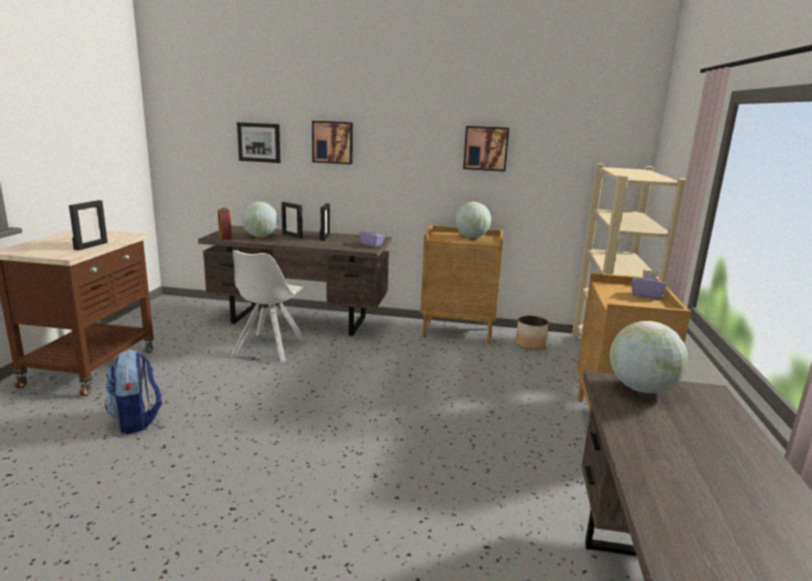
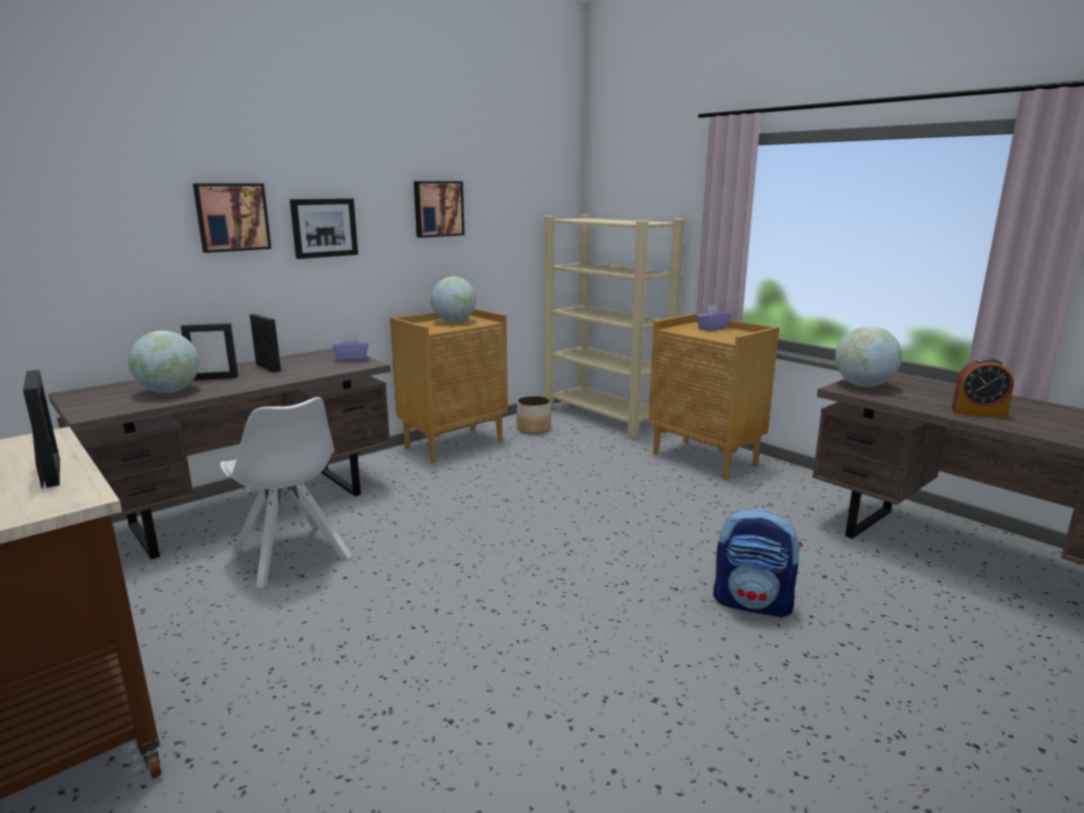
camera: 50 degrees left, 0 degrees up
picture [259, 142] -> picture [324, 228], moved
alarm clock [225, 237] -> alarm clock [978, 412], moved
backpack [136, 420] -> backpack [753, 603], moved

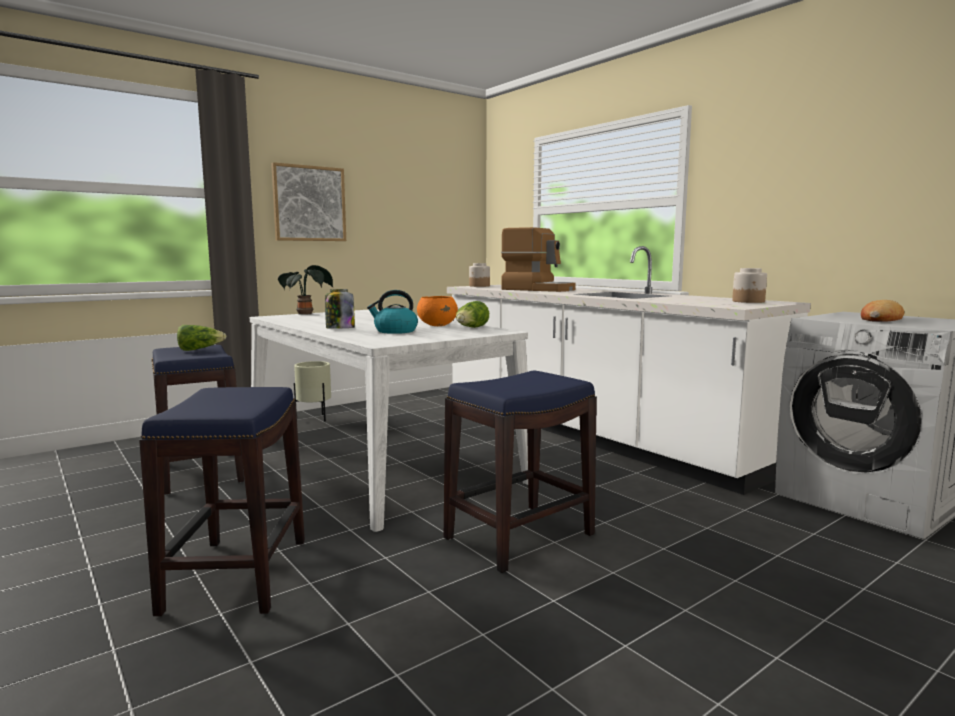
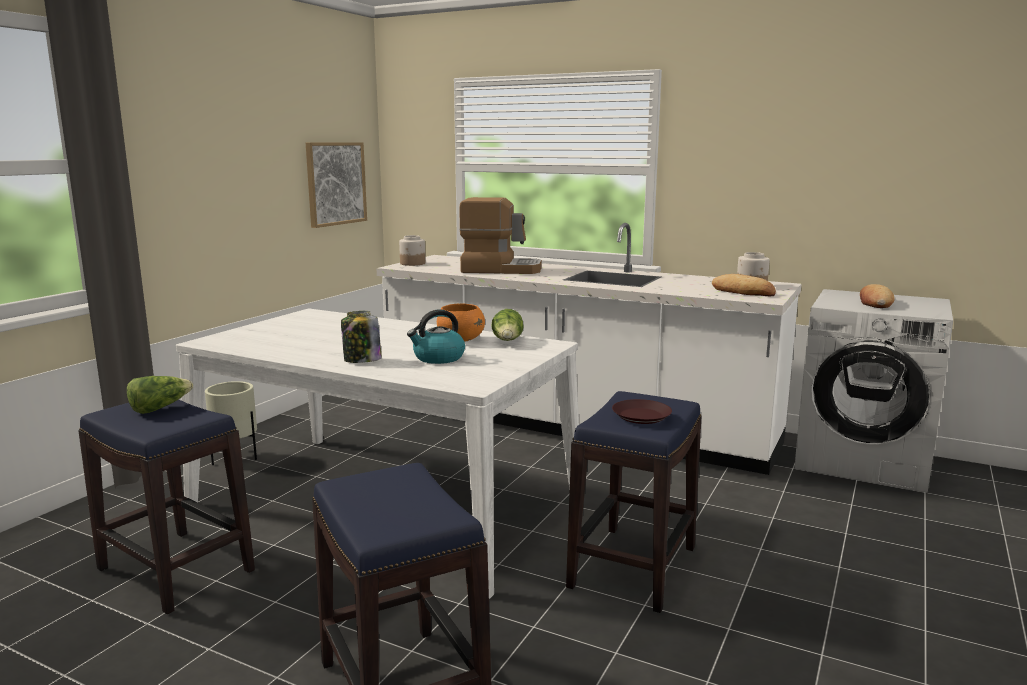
camera: 25 degrees left, 5 degrees up
picture [309, 203] -> picture [335, 183], moved
potted plant [307, 314] -> none
none -> bread [743, 292]
none -> plate (brown) [641, 416]

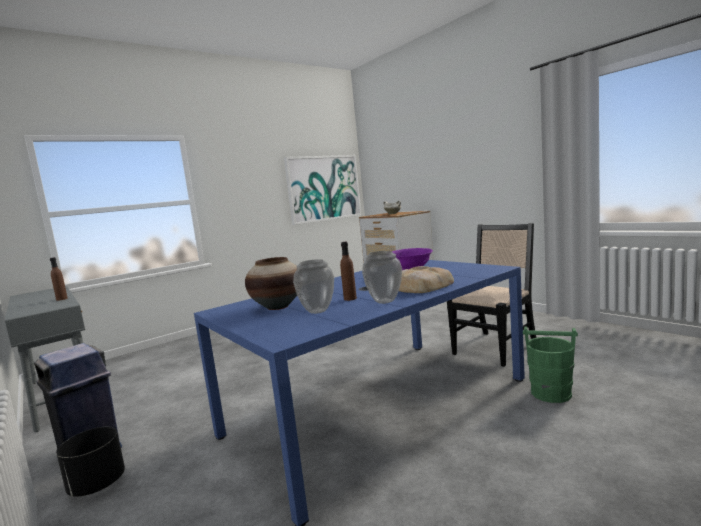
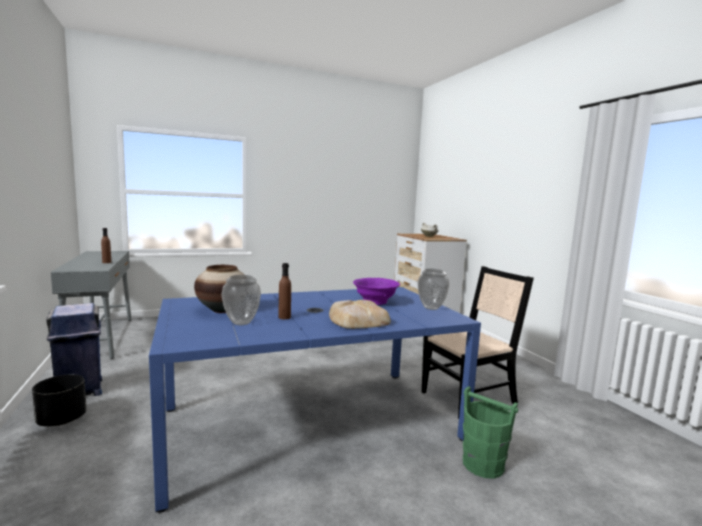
camera: 15 degrees right, 0 degrees up
picture [324, 188] -> none
vase [385, 301] -> vase [431, 308], moved

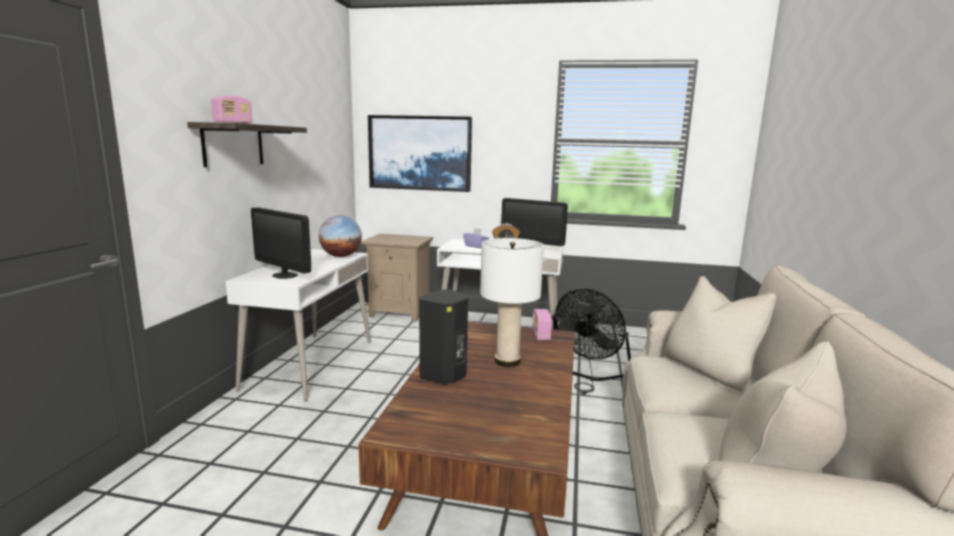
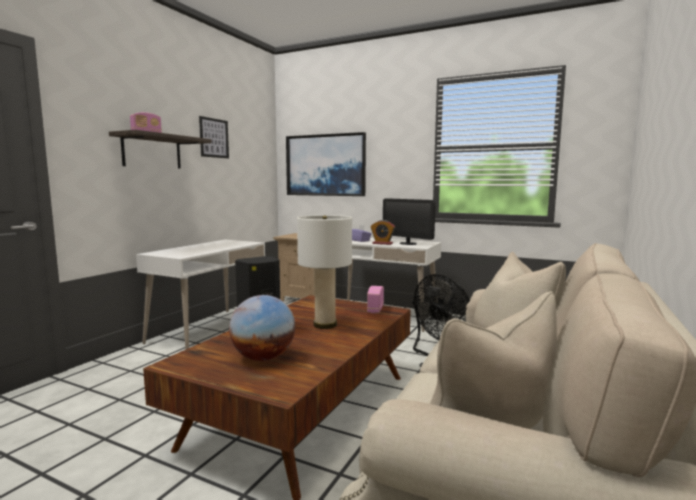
camera: 15 degrees right, 5 degrees down
monitor [285, 275] -> none
globe [341, 256] -> globe [263, 358], moved
none -> picture [214, 138]

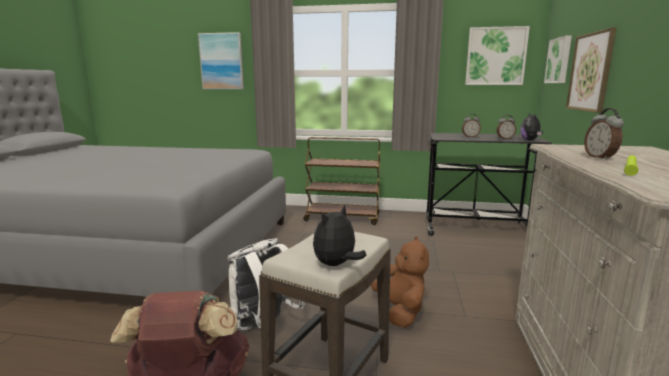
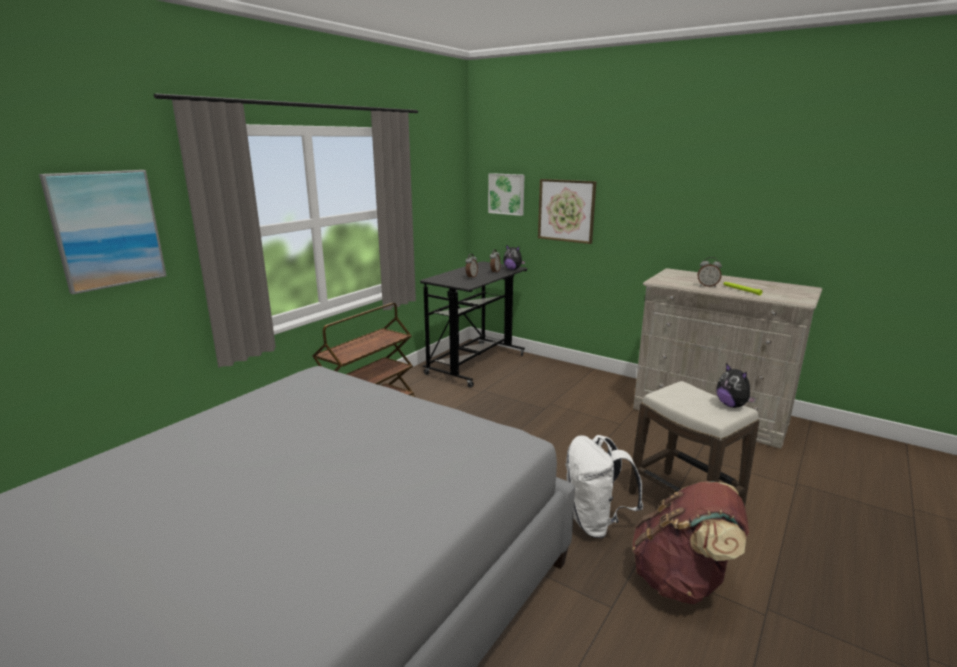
camera: 65 degrees left, 5 degrees up
picture [495, 56] -> none
plush toy (brown) [399, 311] -> none

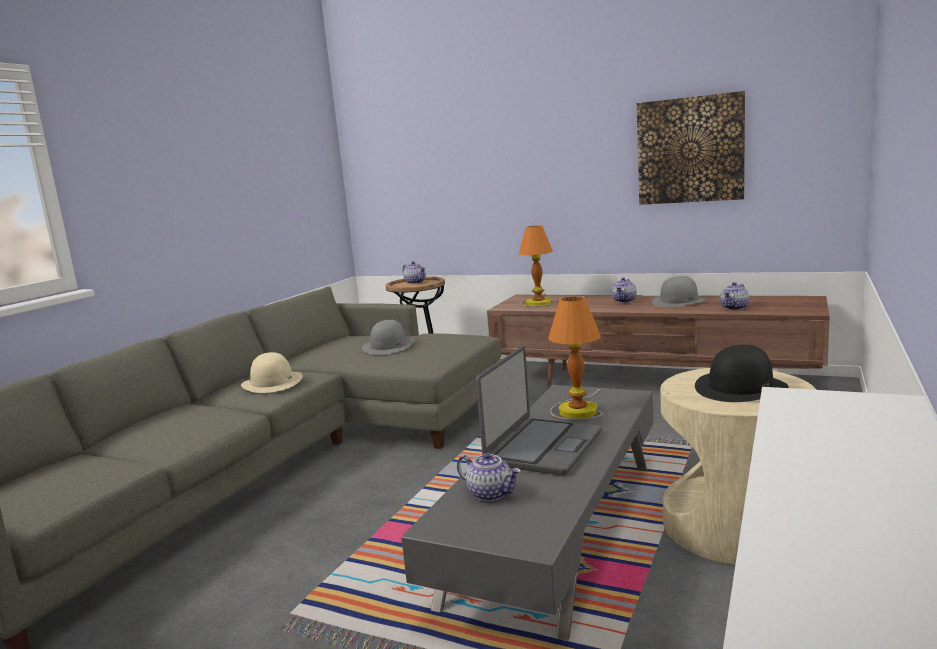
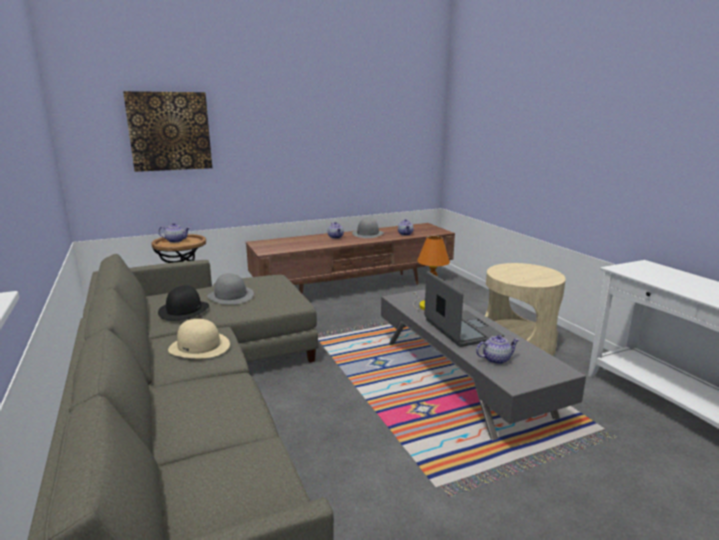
camera: 50 degrees left, 5 degrees up
picture [690, 150] -> picture [169, 131], moved
table lamp [537, 303] -> none
hat (black) [740, 387] -> hat (black) [184, 310], moved

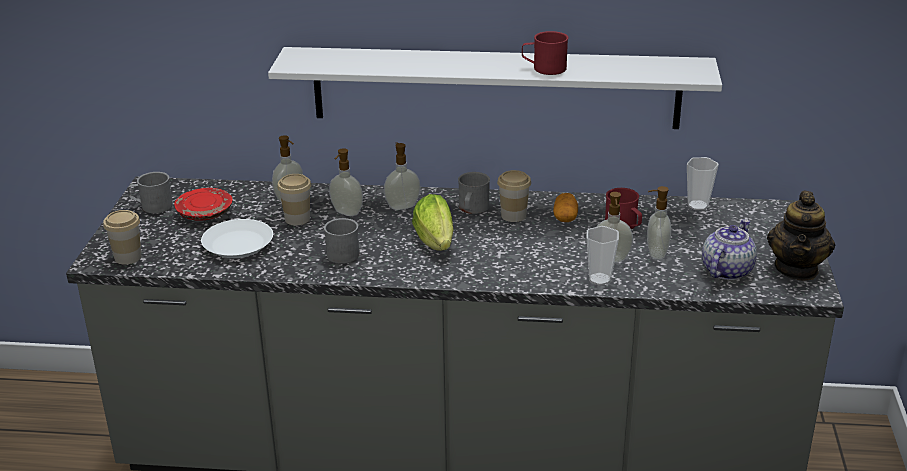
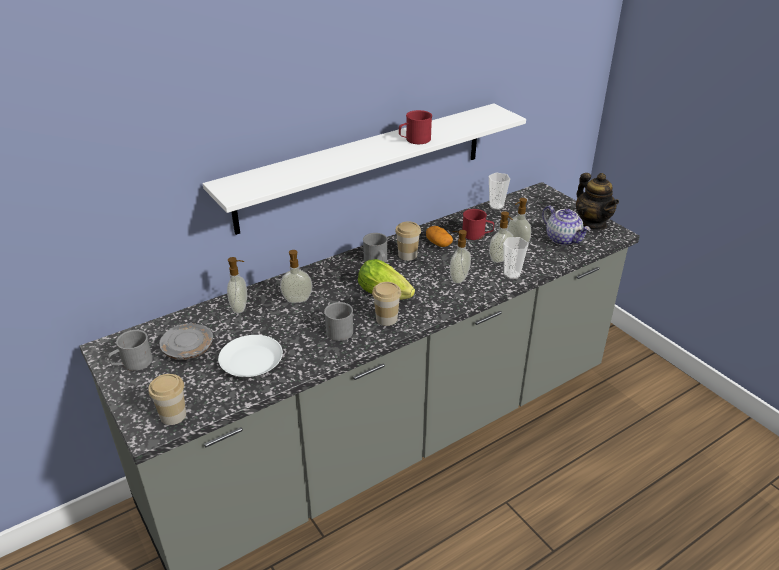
camera: 40 degrees left, 5 degrees up
soap dispenser [402, 206] -> soap dispenser [458, 278], moved
cup [297, 219] -> cup [386, 319], moved
plate (red) [205, 213] -> plate (grey) [188, 349]
teapot [726, 270] -> teapot [563, 239], 150 degrees clockwise

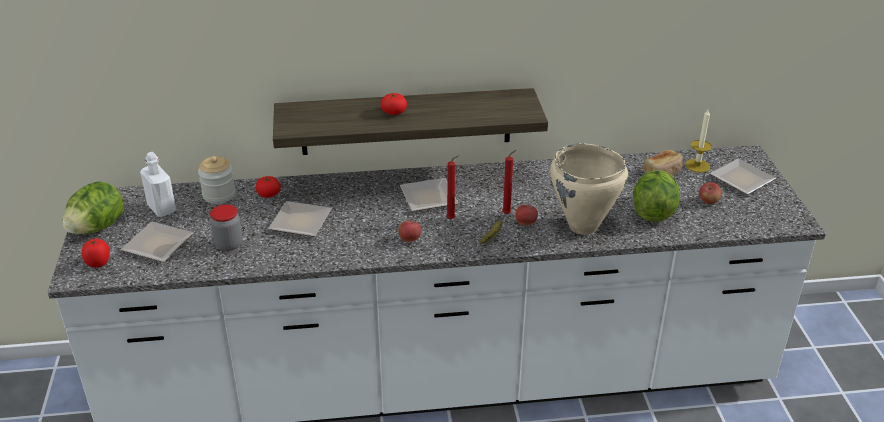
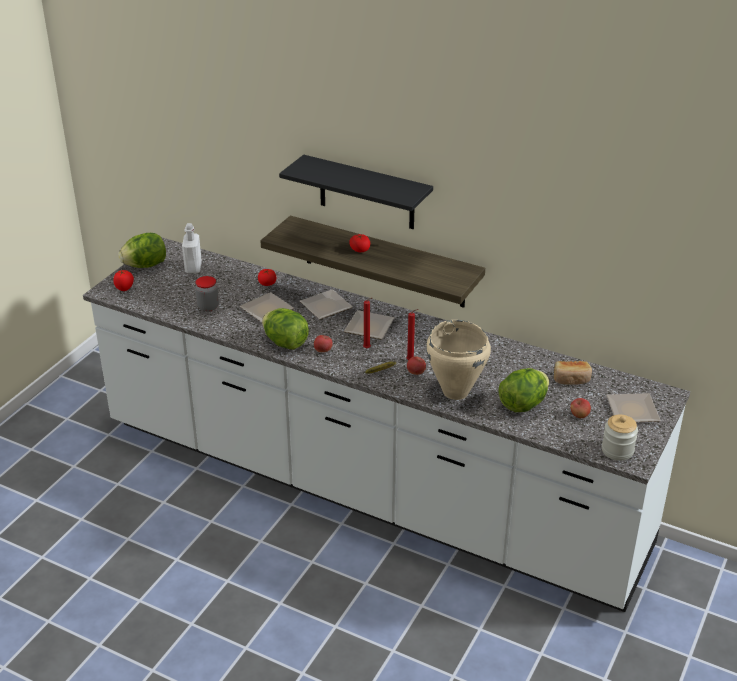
camera: 35 degrees right, 0 degrees up
candle [697, 165] -> none
jar [219, 195] -> jar [617, 450], moved
plate [160, 244] -> plate [328, 307], moved
none -> shelf (black) [366, 193]
none -> lettuce [285, 343]

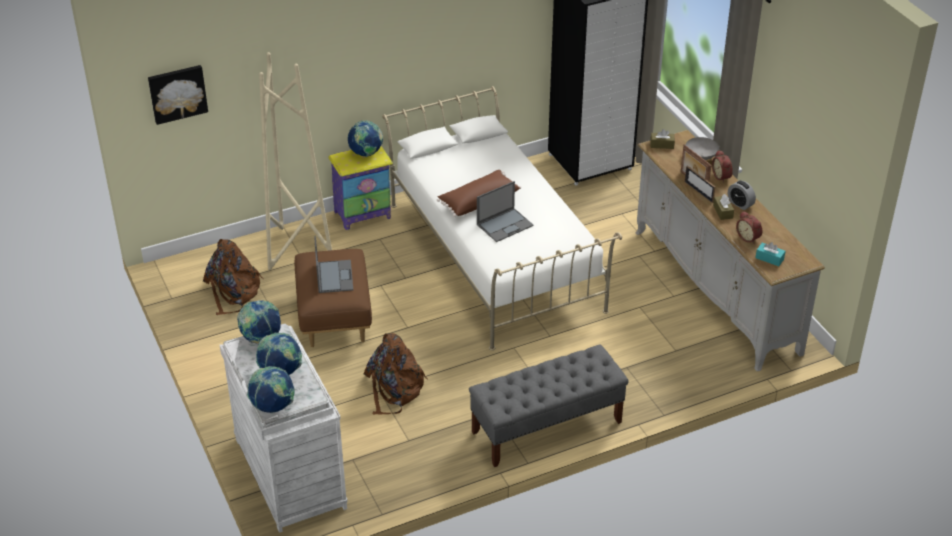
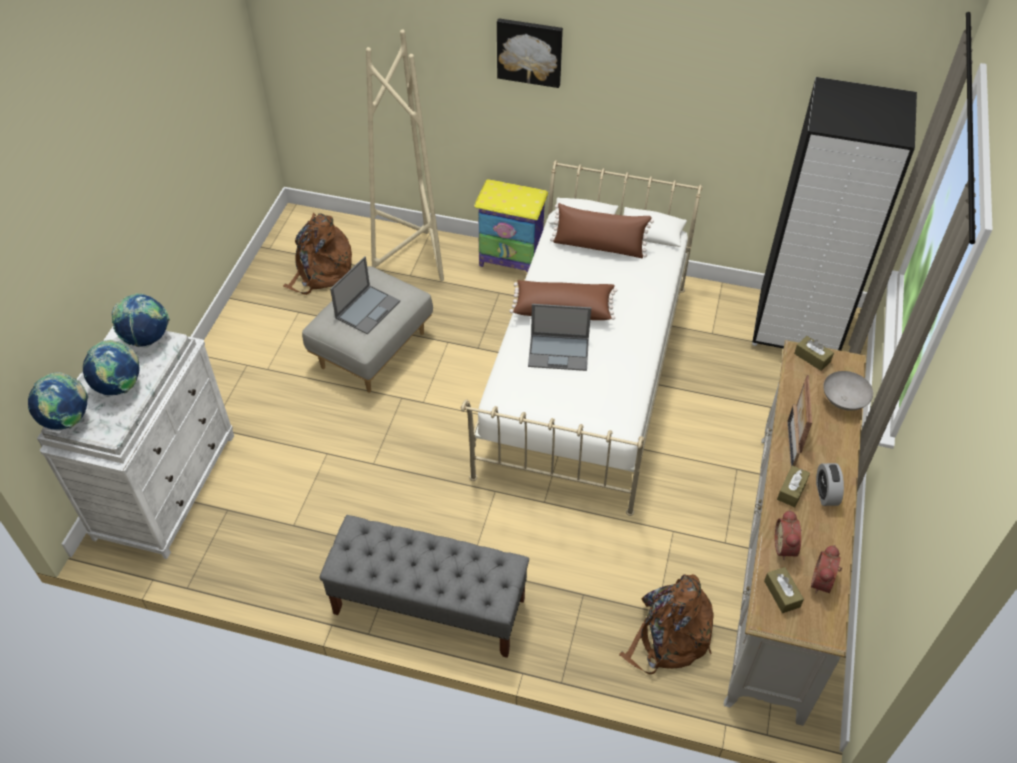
camera: 40 degrees right, 10 degrees up
picture [177, 93] -> picture [530, 51], moved
globe [366, 154] -> none
alarm clock [722, 176] -> alarm clock [823, 582], moved
tissue box (turquoise) [769, 258] -> tissue box (brown) [782, 594]
ottoman (brown) [334, 317] -> ottoman (grey) [372, 349]
backpack (brown) [394, 389] -> backpack (brown) [668, 637], moved
none -> pillow (brown) [599, 247]

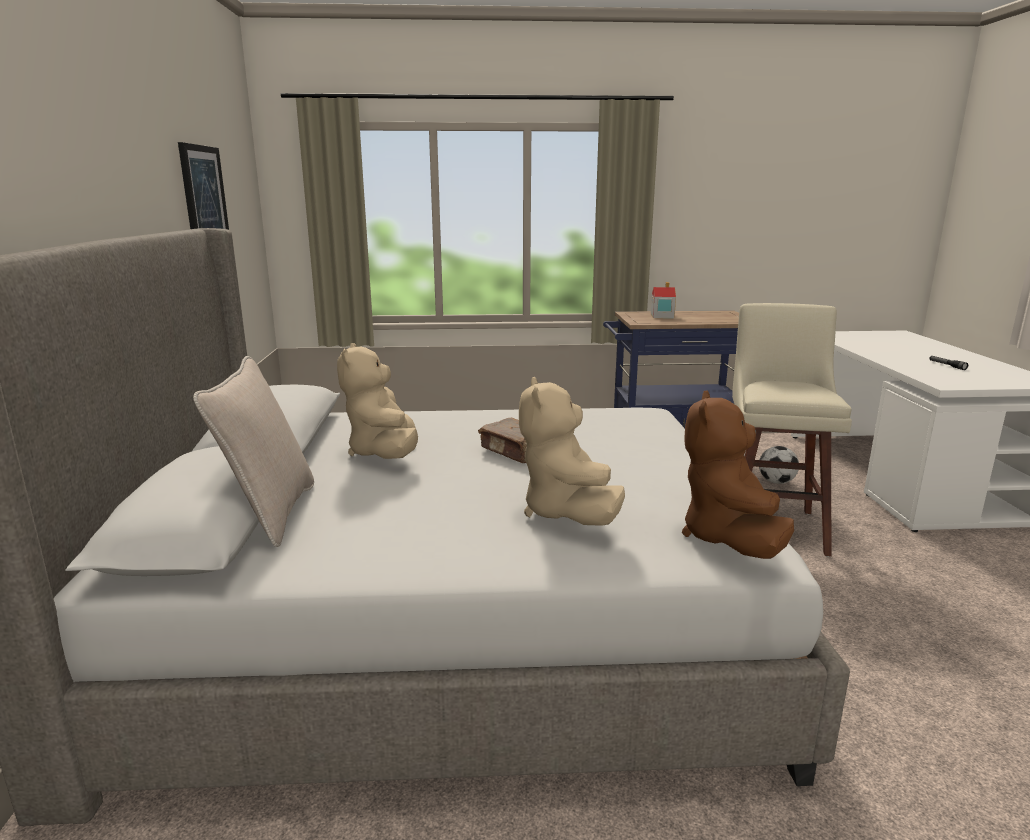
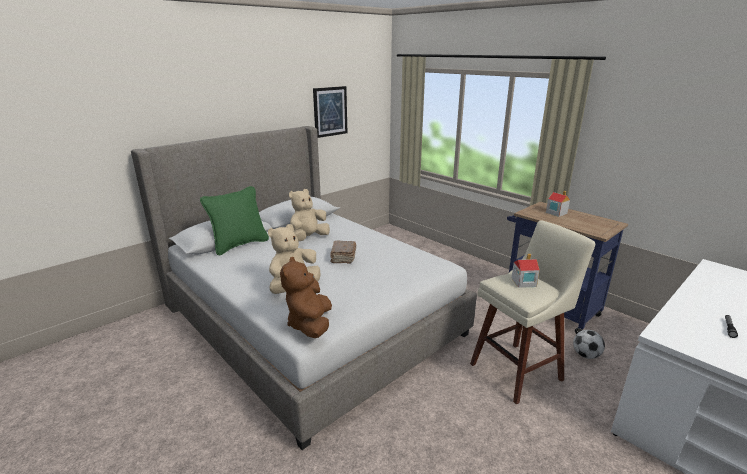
camera: 50 degrees right, 5 degrees up
pillow (beige) [271, 514] -> pillow (green) [239, 245]
plush toy (brown) [729, 538] -> plush toy (brown) [310, 324], 60 degrees counterclockwise
none -> toy house [523, 282]

